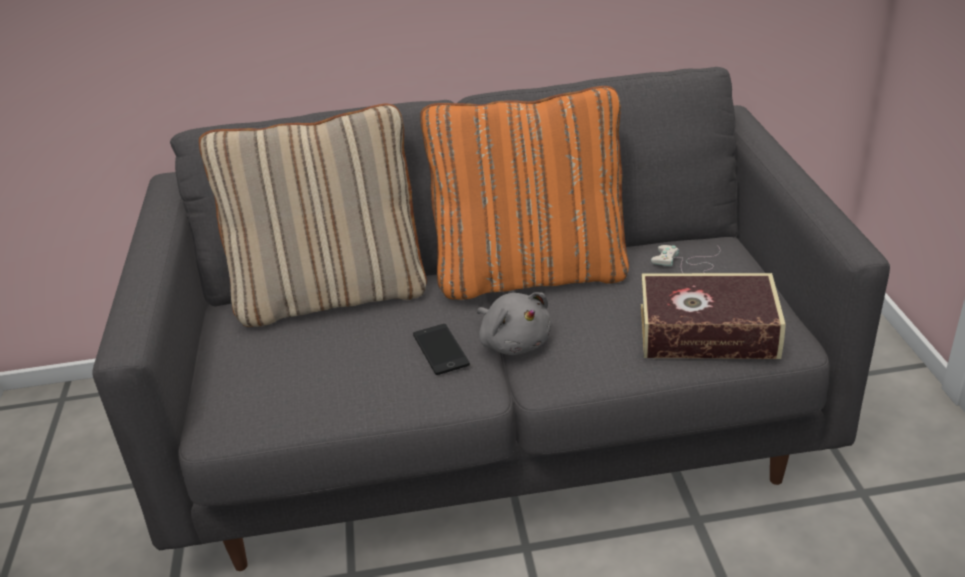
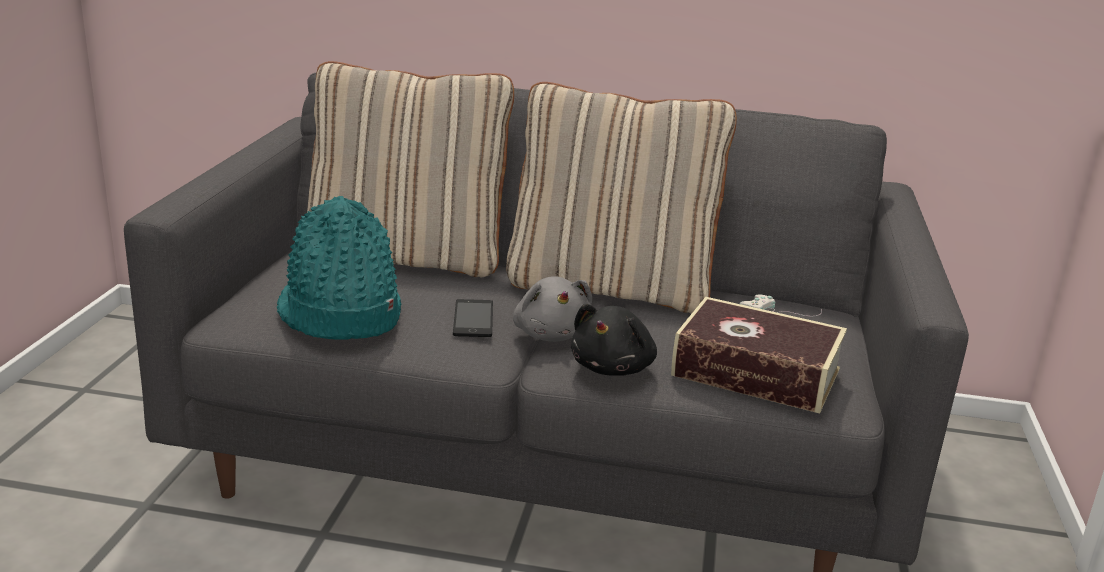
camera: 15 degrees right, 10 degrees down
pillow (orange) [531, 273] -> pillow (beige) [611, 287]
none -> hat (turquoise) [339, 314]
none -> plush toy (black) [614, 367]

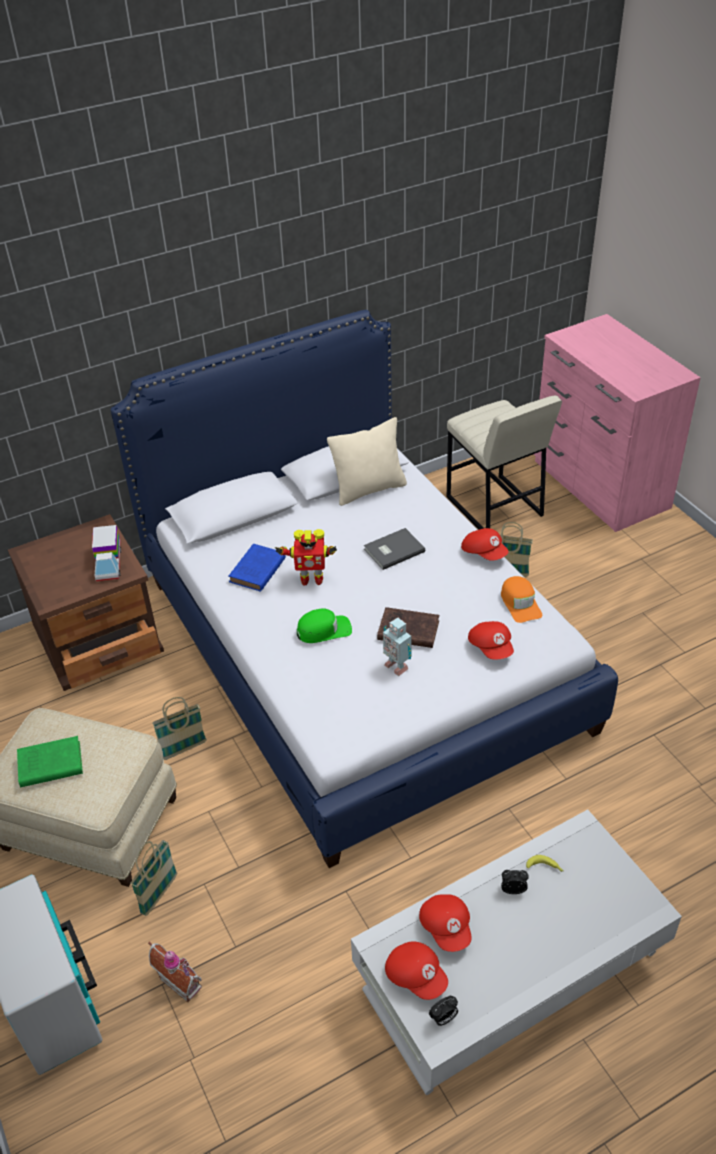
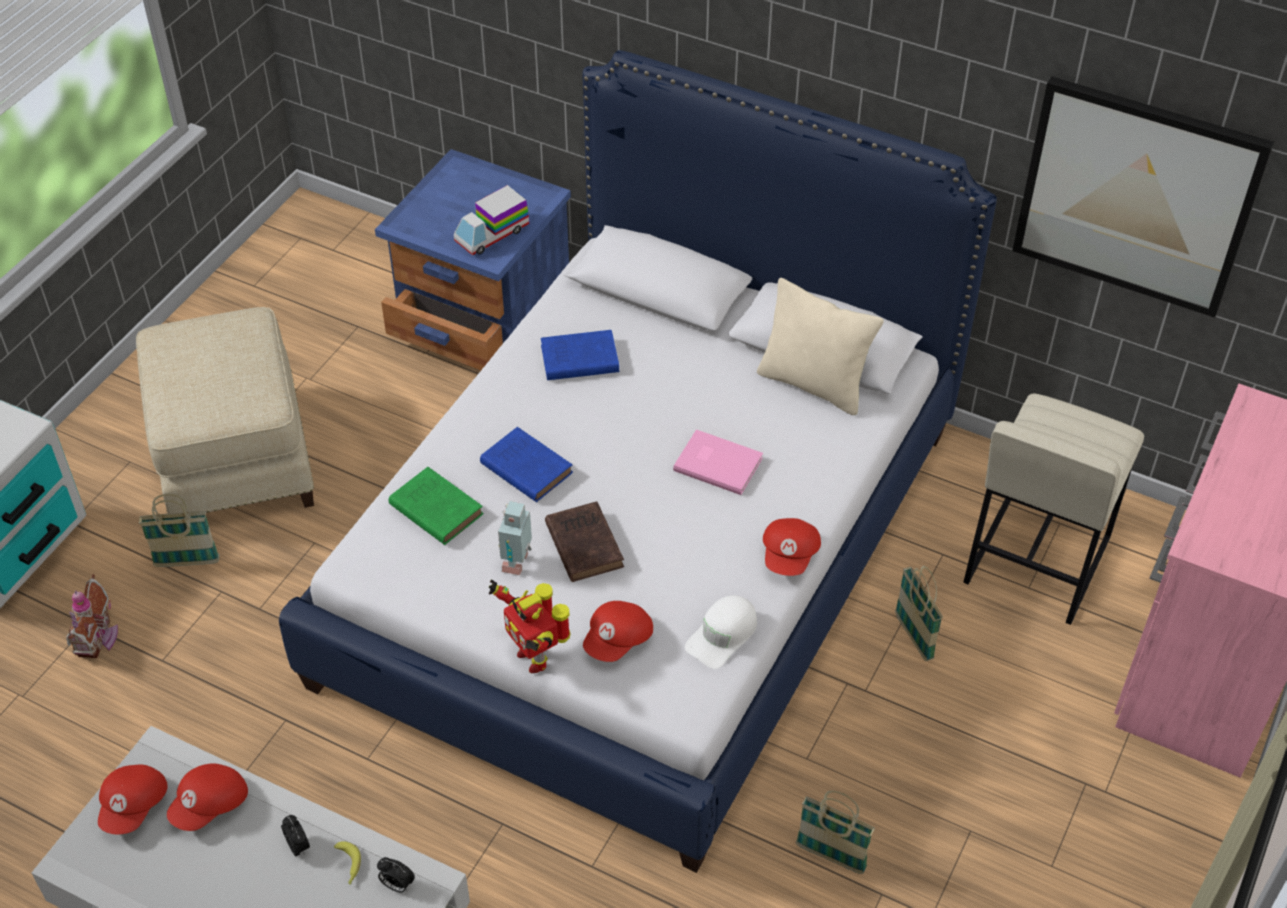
camera: 55 degrees right, 5 degrees up
nightstand (brown) [101, 641] -> nightstand (blue) [480, 319]
book (grey) [392, 550] -> book (pink) [717, 462]
toy robot [311, 579] -> toy robot [534, 656], moved
cap (orange) [520, 603] -> cap (white) [723, 635]
cap (green) [324, 630] -> book (blue) [525, 467]
basket [183, 749] -> basket [830, 857], moved
book (green) [48, 765] -> book (green) [434, 508], moved
alarm clock [443, 1018] -> alarm clock [397, 885], moved
none -> picture [1136, 196]

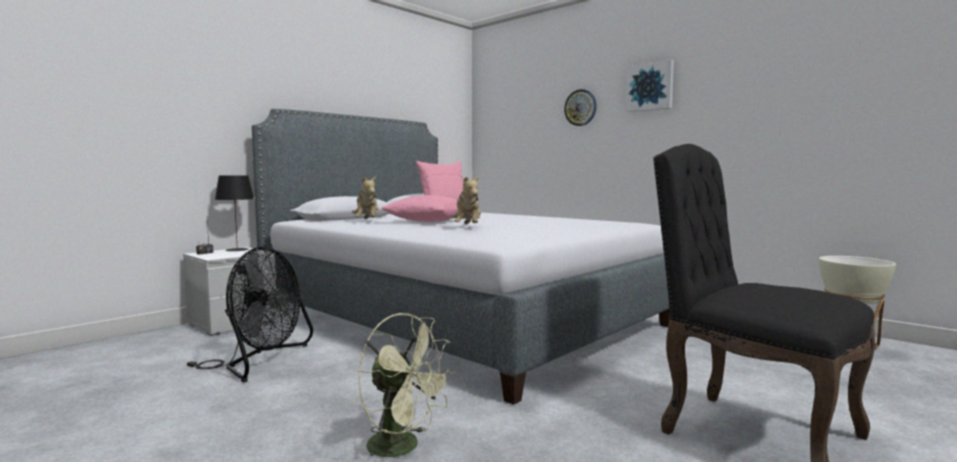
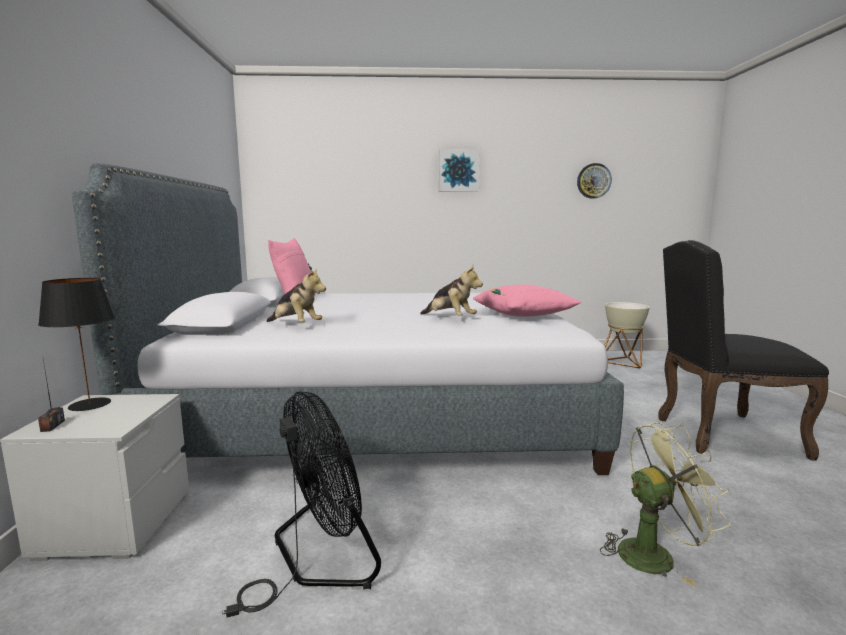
camera: 45 degrees left, 5 degrees up
wall clock [580, 107] -> wall clock [593, 181], moved
pillow (pink) [428, 221] -> pillow (pink) [523, 315], moved

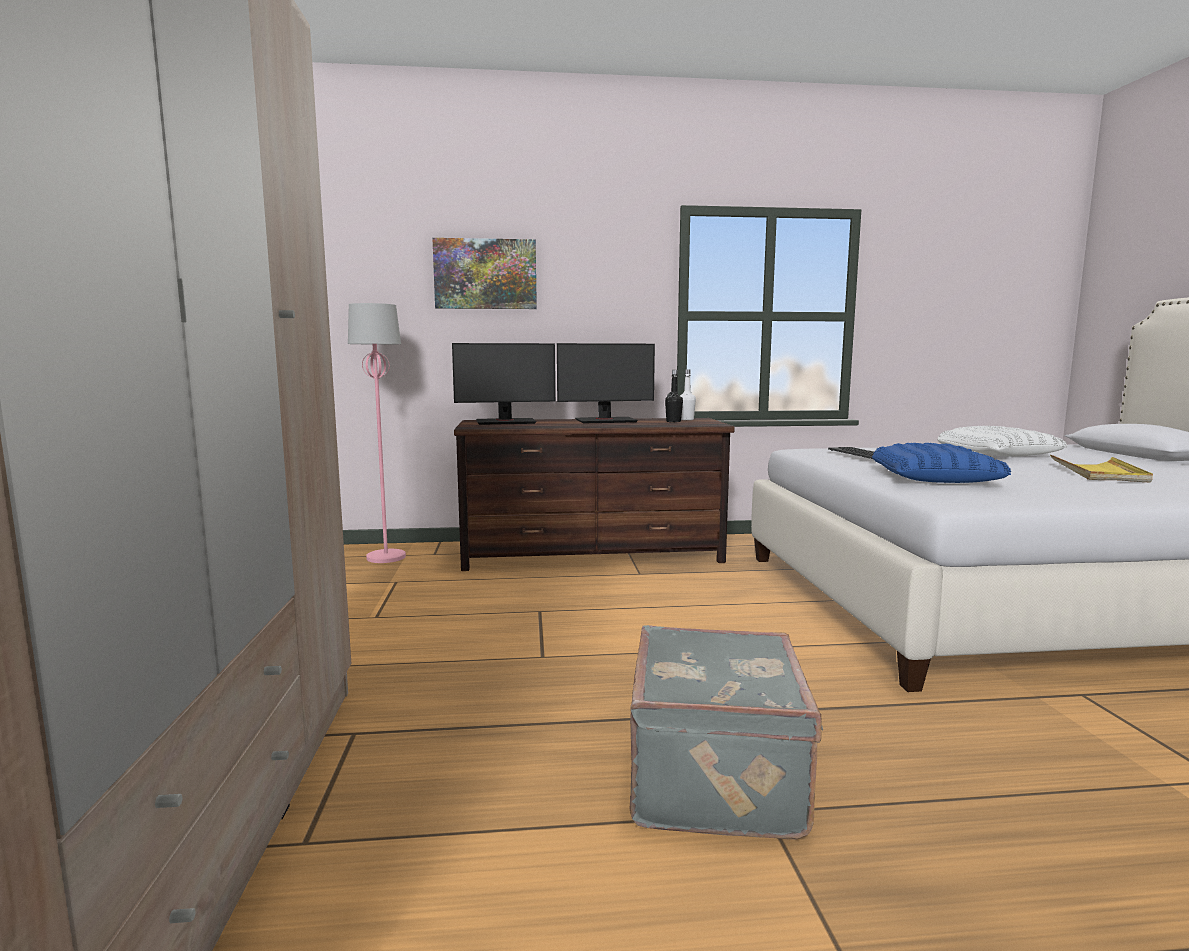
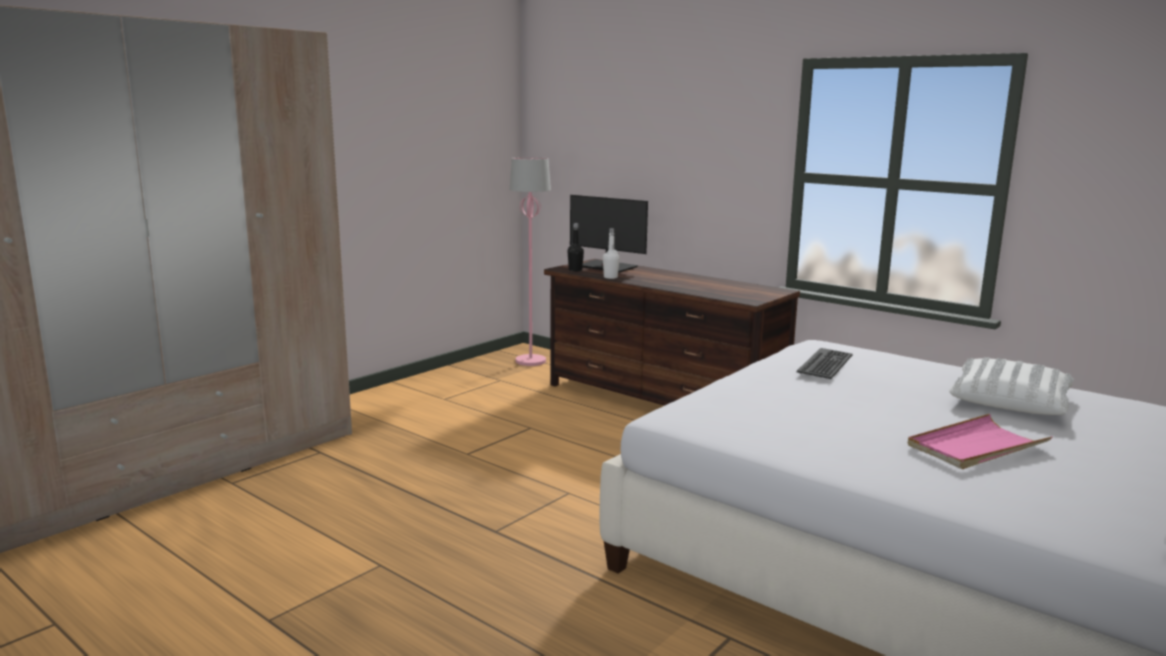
camera: 45 degrees right, 5 degrees up
picture [485, 274] -> none
monitor [605, 421] -> none
bottle (white) [686, 419] -> bottle (white) [610, 277], moved
bottle (black) [673, 421] -> bottle (black) [575, 270], moved
pillow (blue) [935, 478] -> none
tray (yellow) [1098, 472] -> tray (pink) [976, 446]
suitcase (grey) [719, 778] -> none

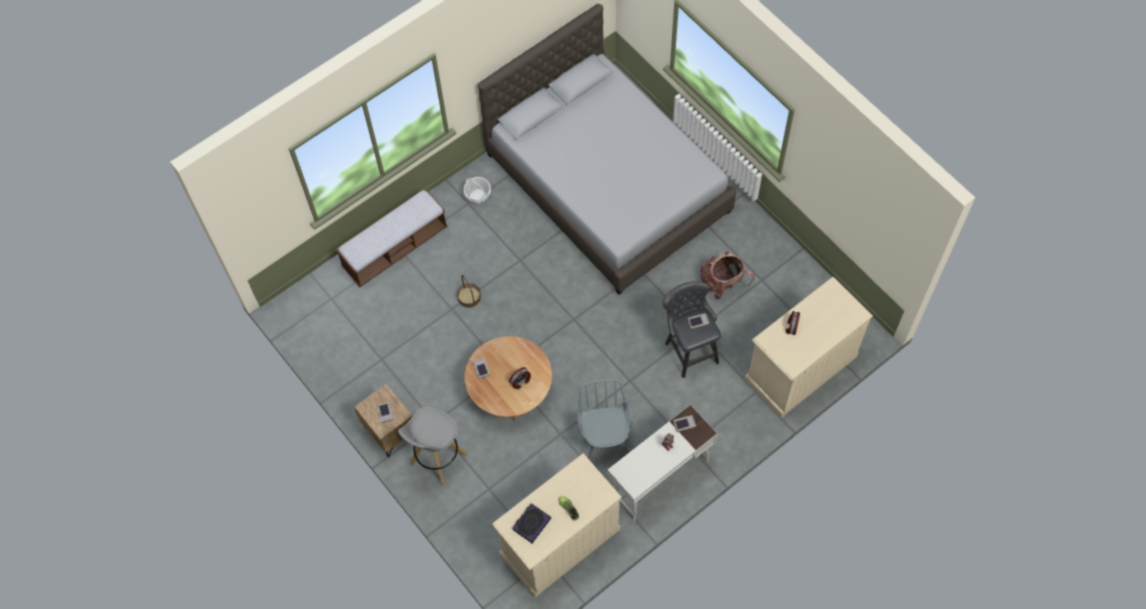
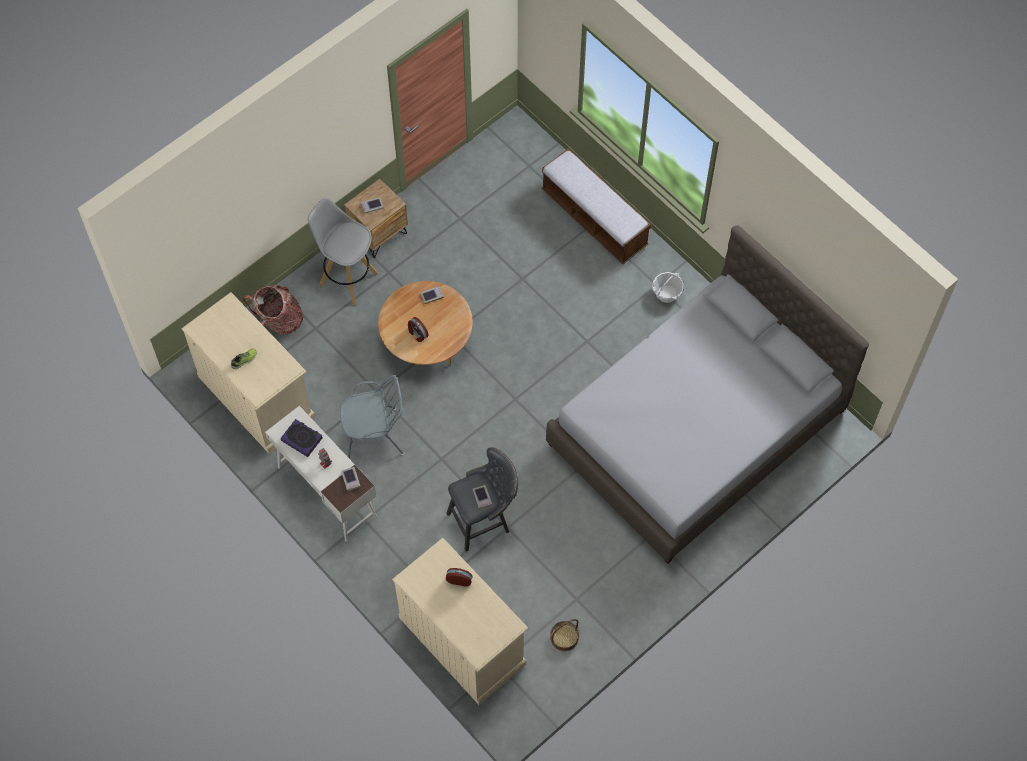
camera: 85 degrees right, 0 degrees up
backpack [722, 283] -> backpack [279, 321], moved
basket [469, 297] -> basket [564, 637], moved
book [531, 524] -> book [302, 439], moved

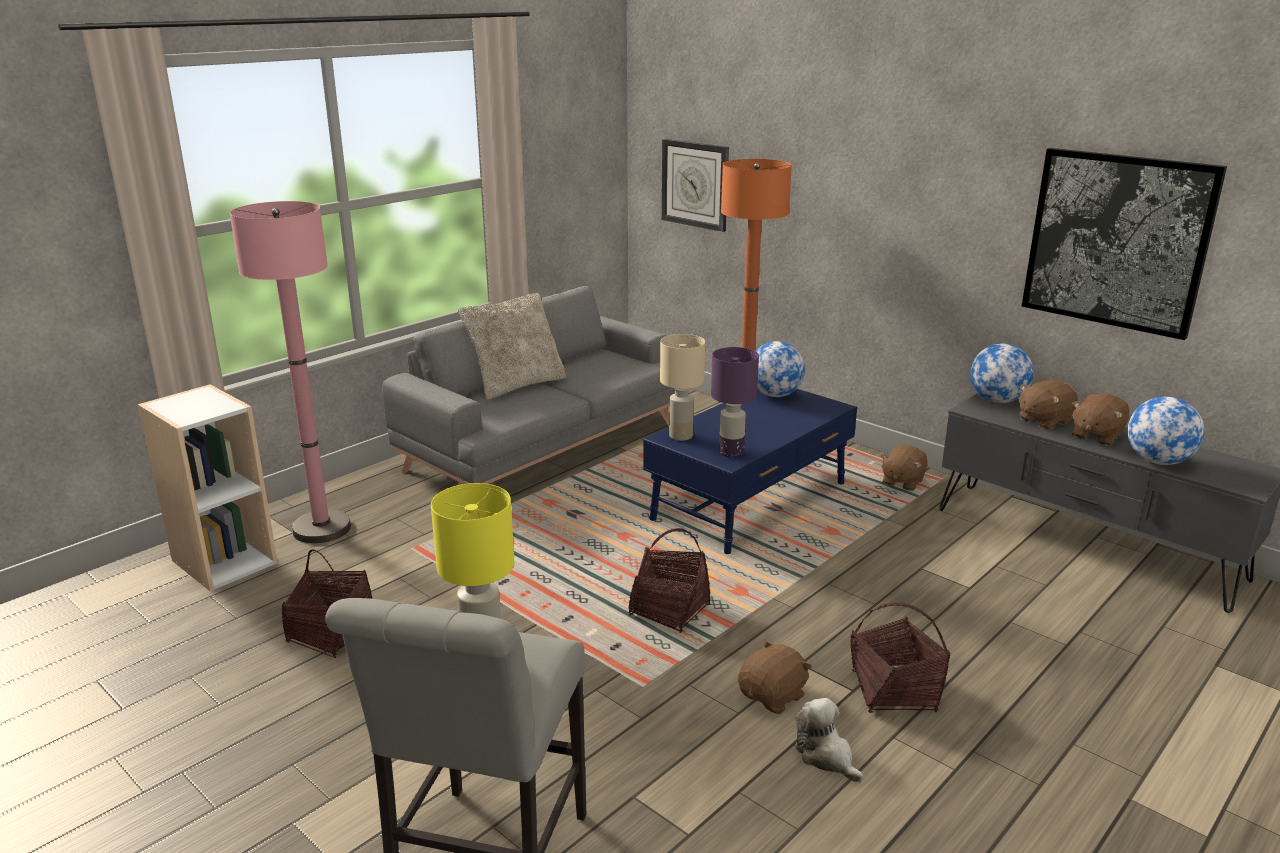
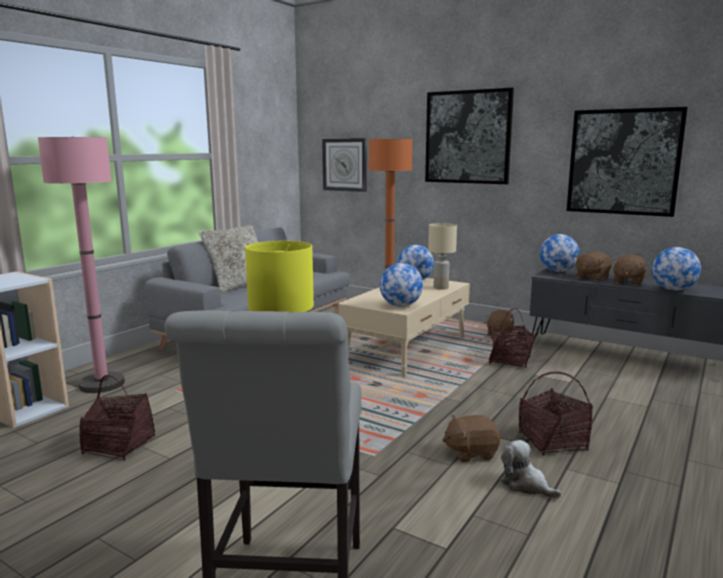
camera: 10 degrees left, 10 degrees down
table lamp (beige) [680, 436] -> table lamp (beige) [440, 287], moved
table lamp (purple) [730, 452] -> globe [400, 306]
coffee table (blue) [750, 501] -> coffee table (beige) [407, 349]
basket [670, 610] -> basket [510, 361], moved
plush toy (brown) [773, 696] -> plush toy (brown) [471, 453], 135 degrees counterclockwise
none -> picture [468, 137]

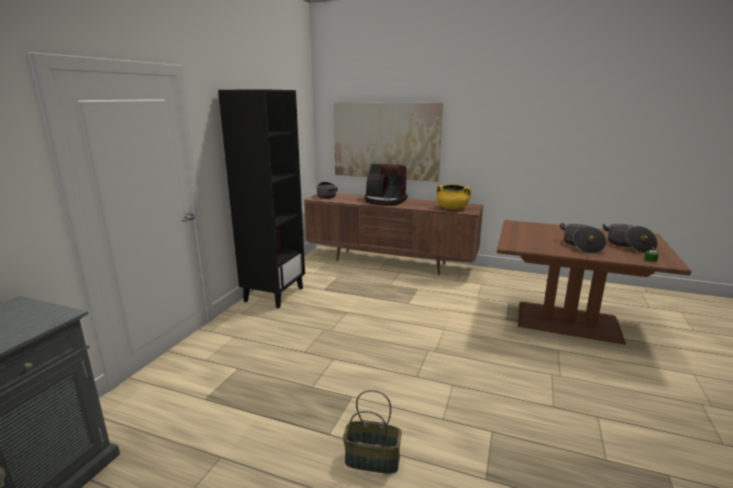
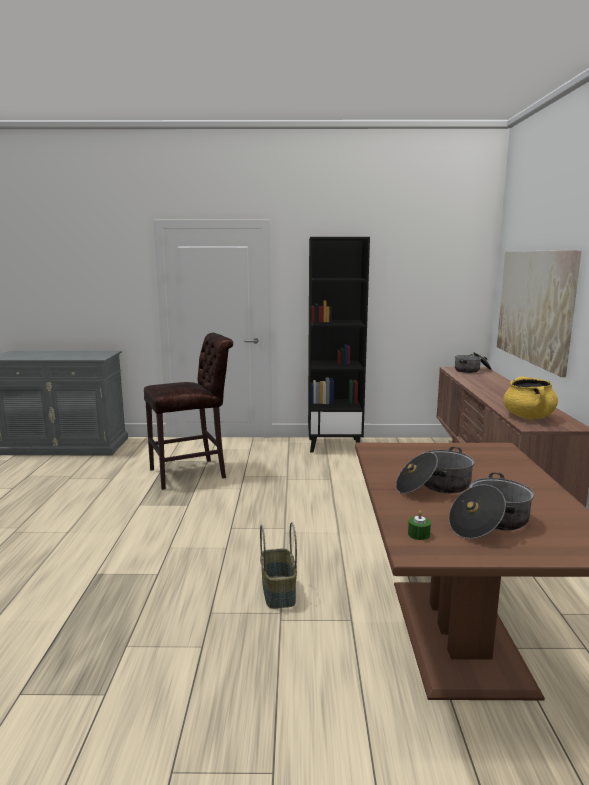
camera: 70 degrees right, 5 degrees down
coffee machine [385, 201] -> none
basket [373, 459] -> basket [279, 592], moved
none -> stool (brown) [192, 473]

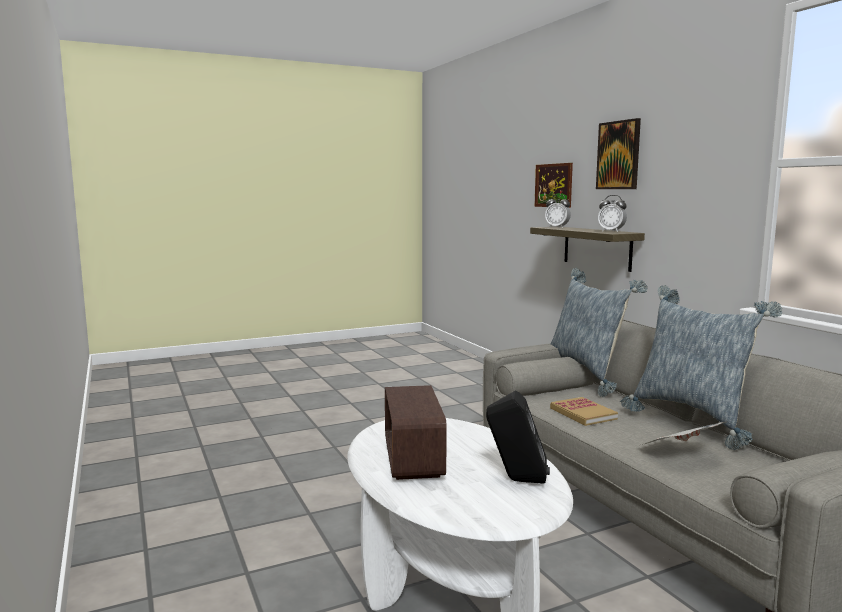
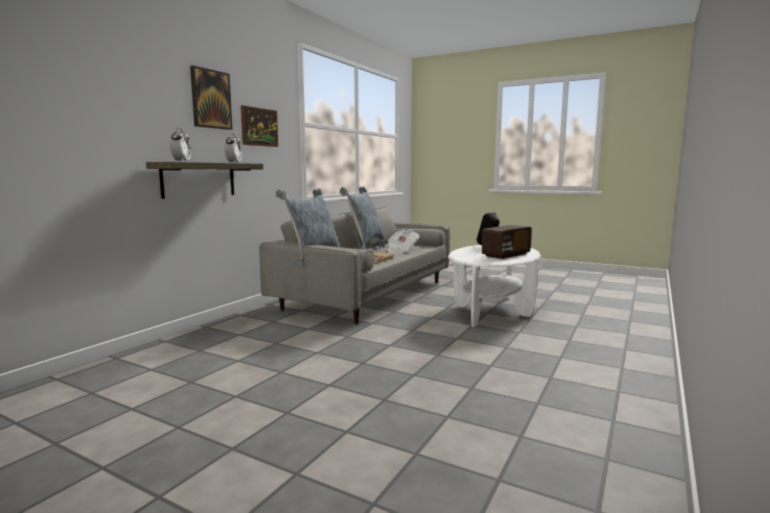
camera: 125 degrees left, 0 degrees up
picture [553, 185] -> picture [259, 127], moved

